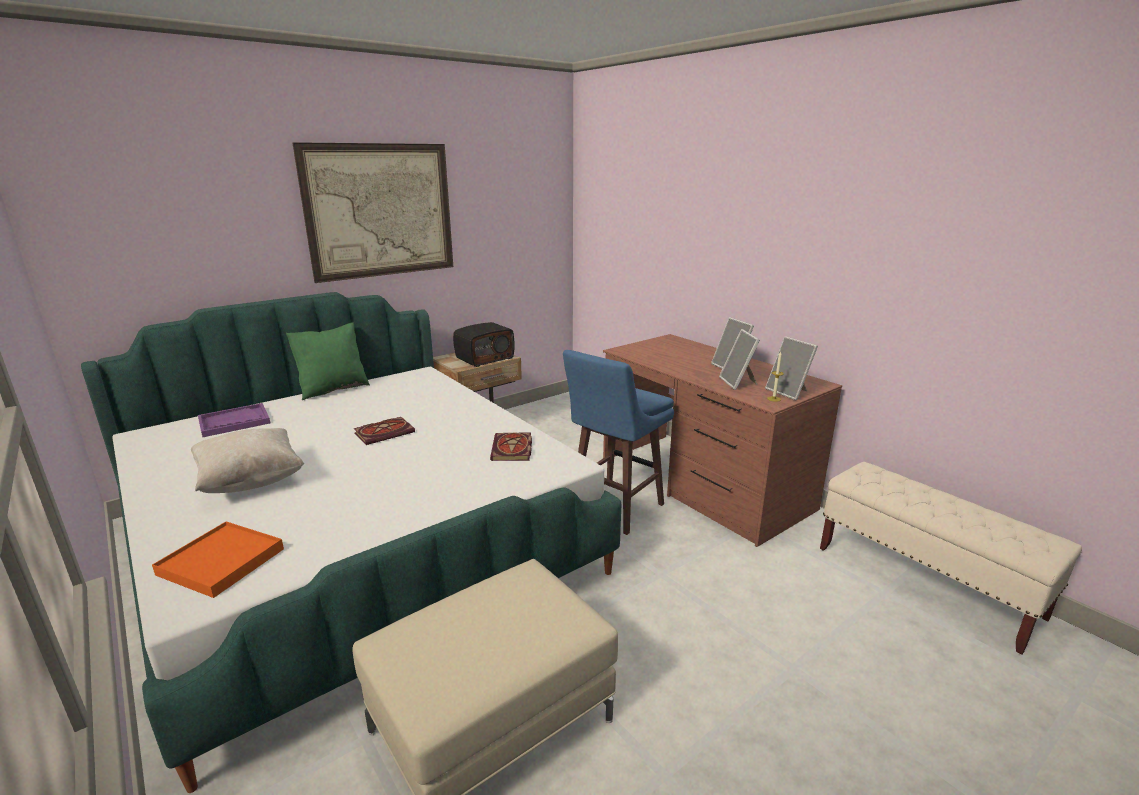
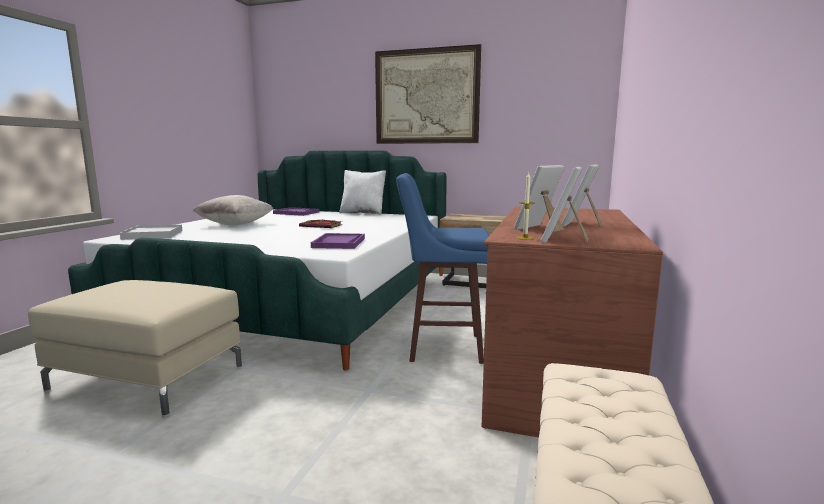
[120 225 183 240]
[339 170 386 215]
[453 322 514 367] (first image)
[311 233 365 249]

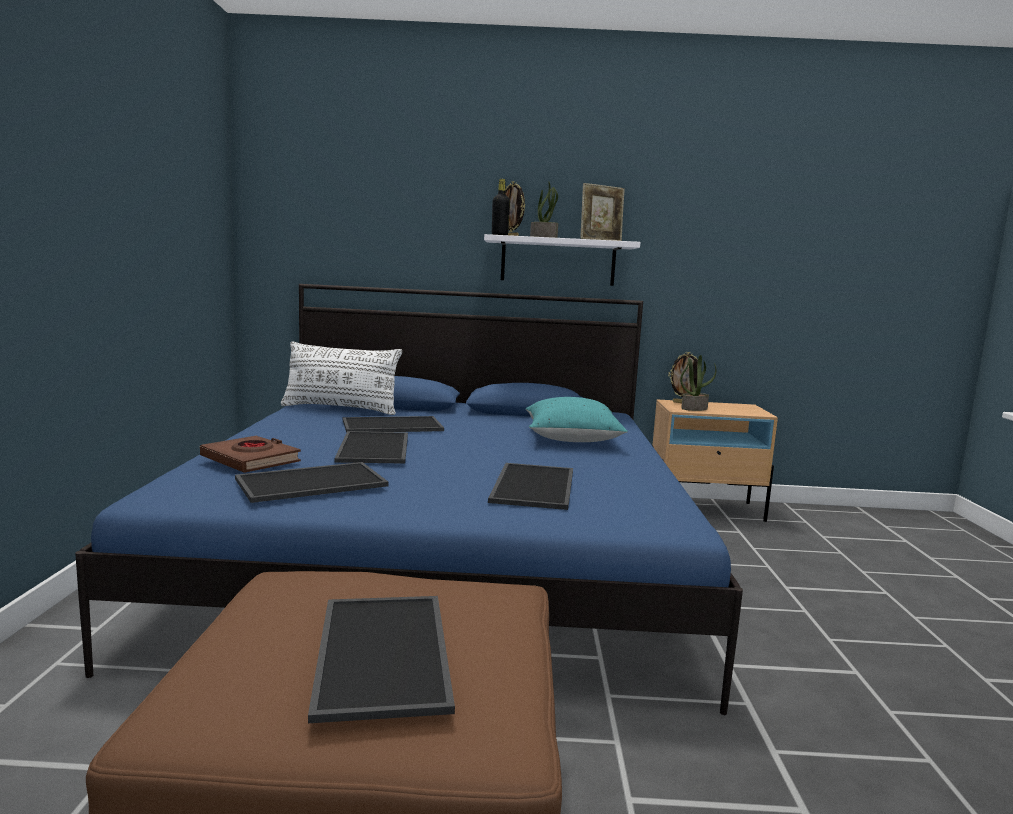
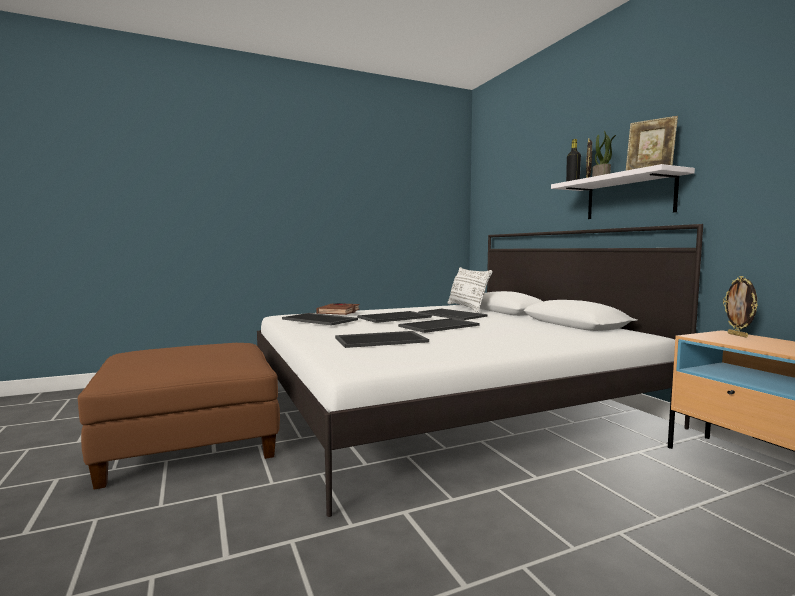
[257 224 703 517]
[398 318 480 333]
[526 397 628 442] (first image)
[680 355 717 411] (first image)

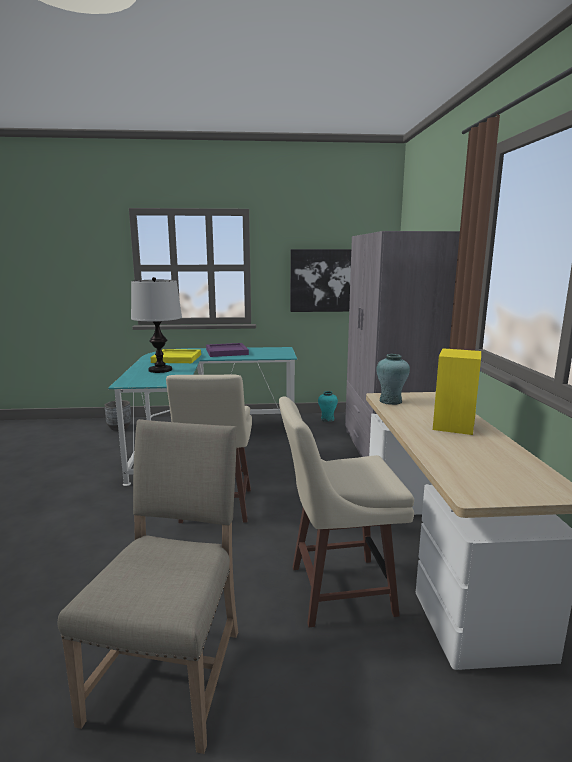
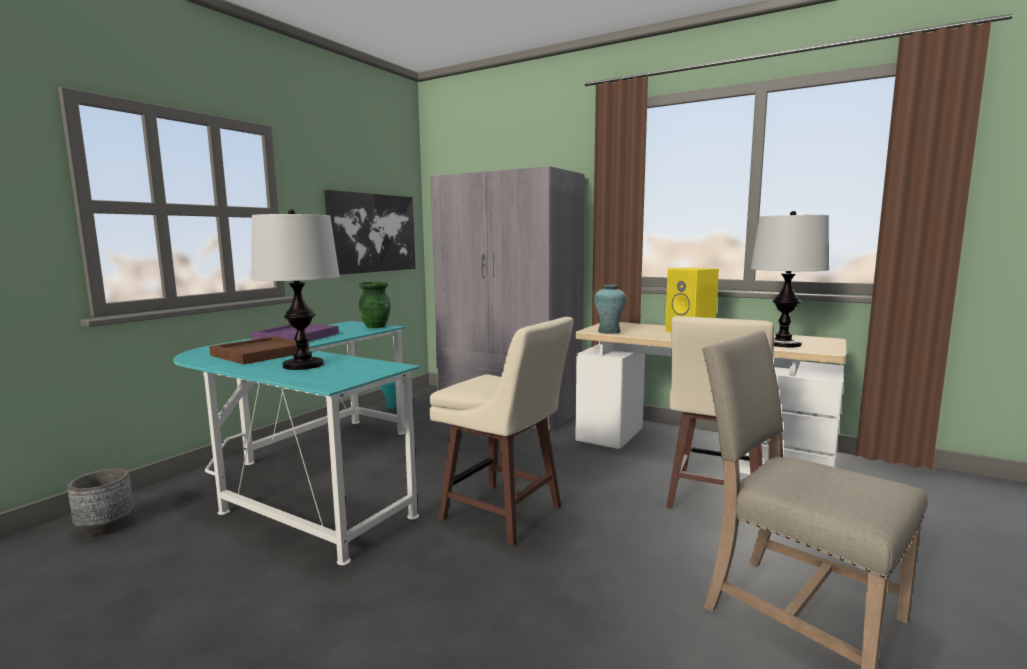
[209 336 309 365]
[359 282 390 328]
[751 211 829 347]

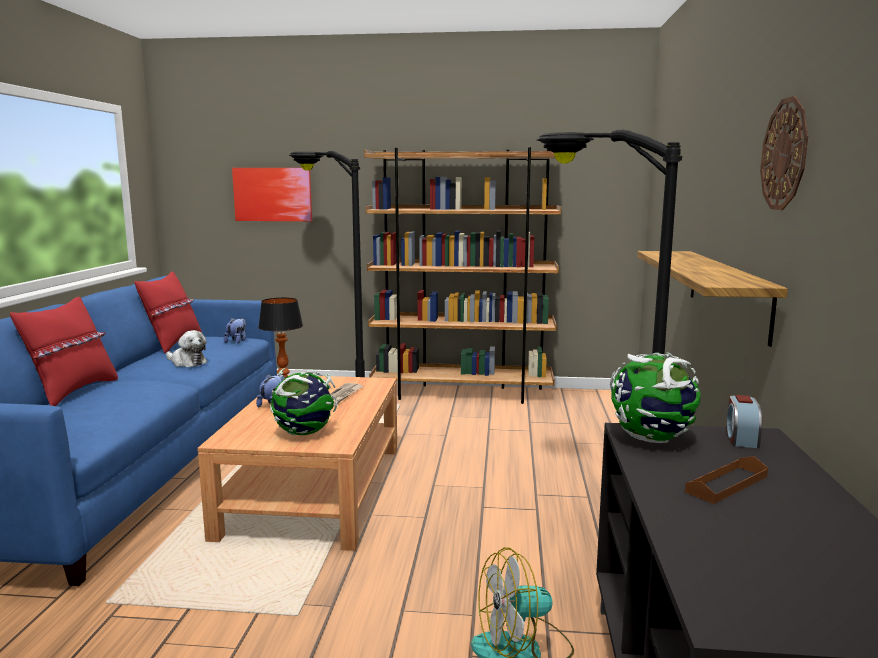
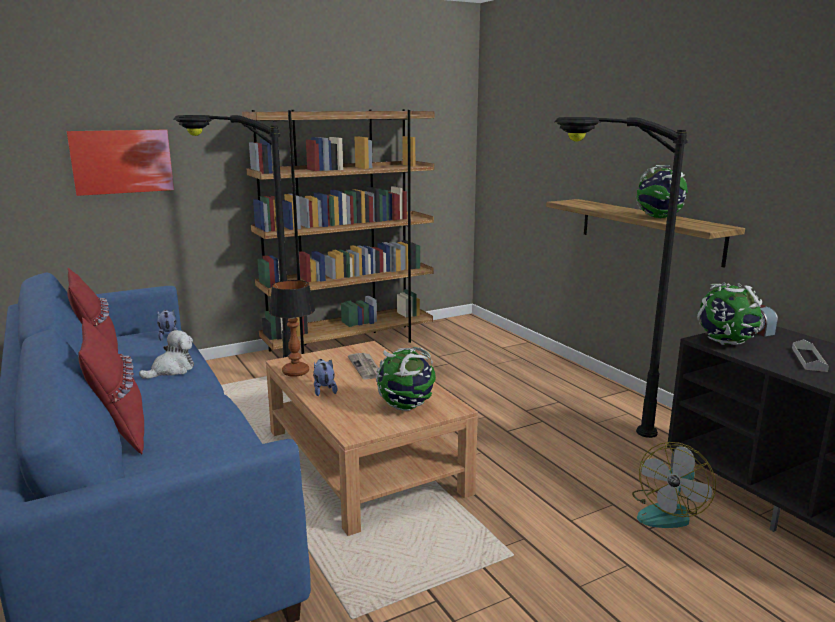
[139 330 194 379]
[792 339 829 372]
[760 96 808 210] (first image)
[635 165 688 218]

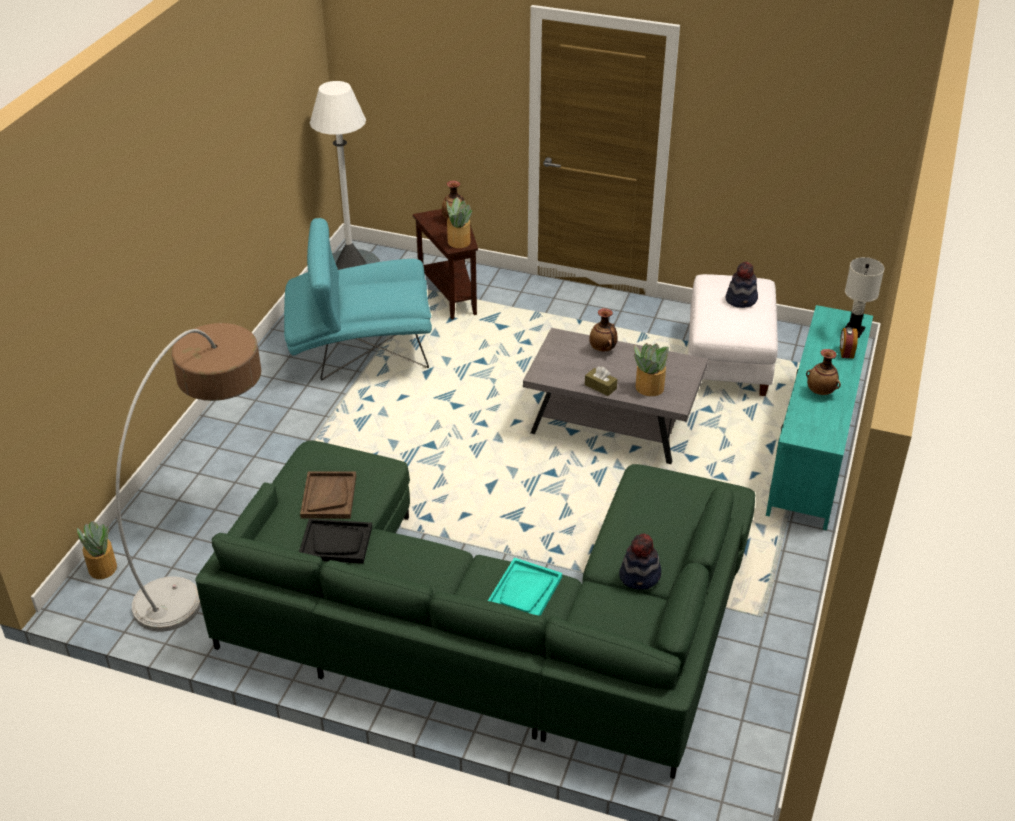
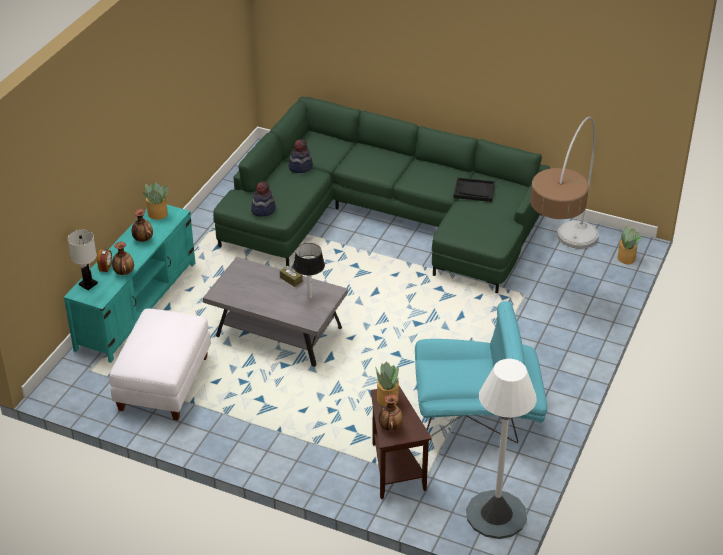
[300 471 356 519] (first image)
[488 558 562 616] (first image)
[112 242 134 275]
[142 182 168 220]
[251 181 276 217]
[293 243 325 299]

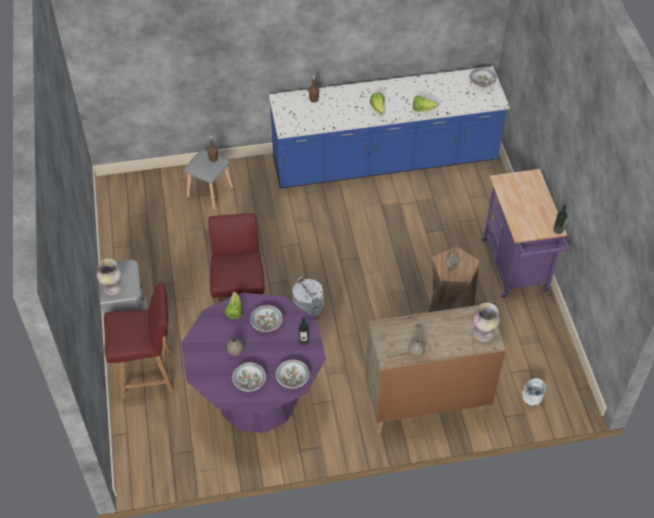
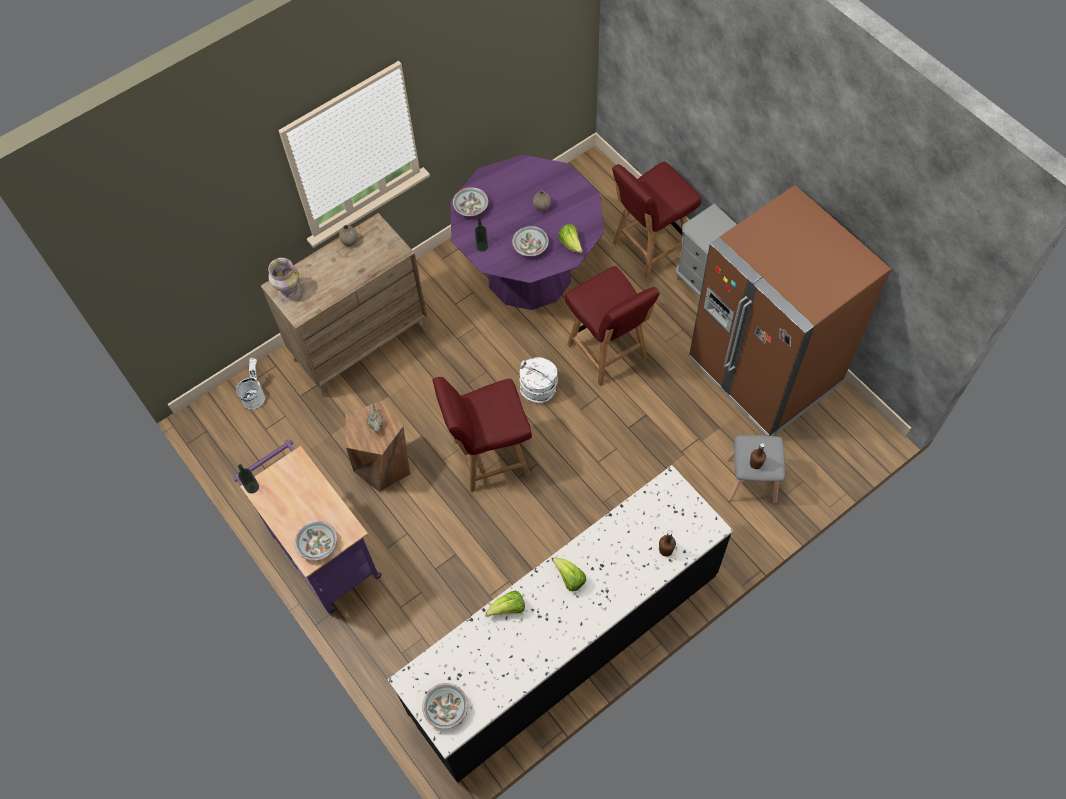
[97 259 122 295] (first image)
[295 521 337 561]
[387 465 733 783]
[432 377 532 492]
[689 185 891 436]

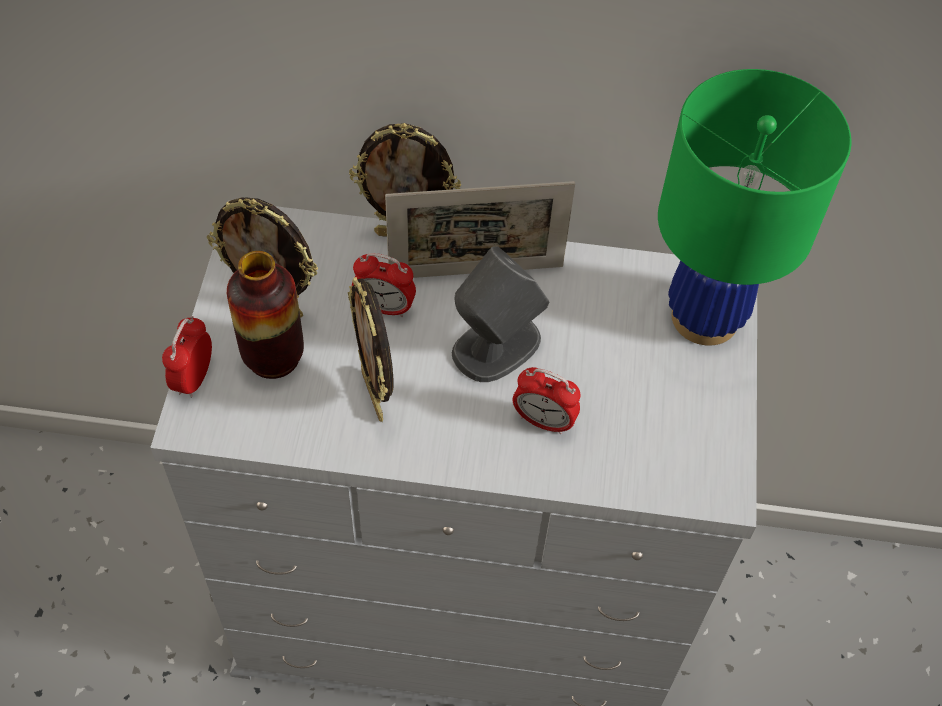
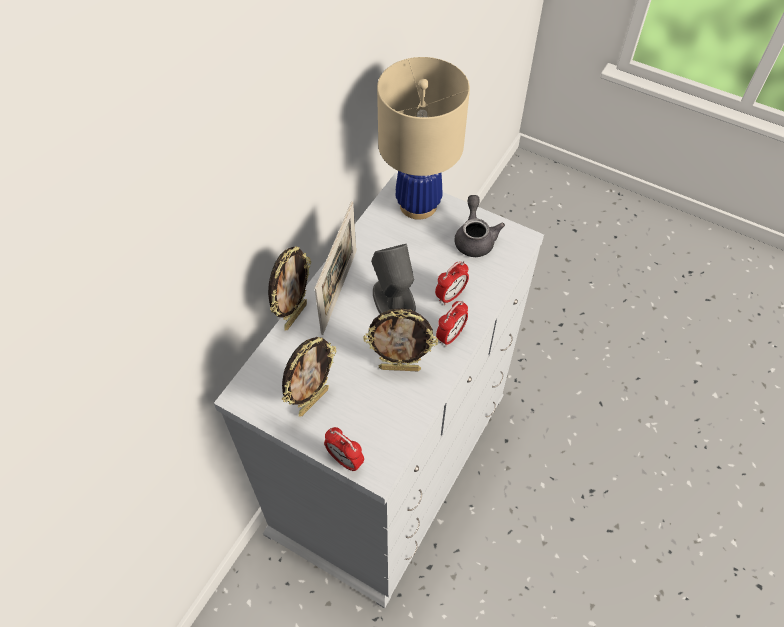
[227 251 304 379] (first image)
[436 301 468 347]
[377 57 470 220]
[454 195 505 257]

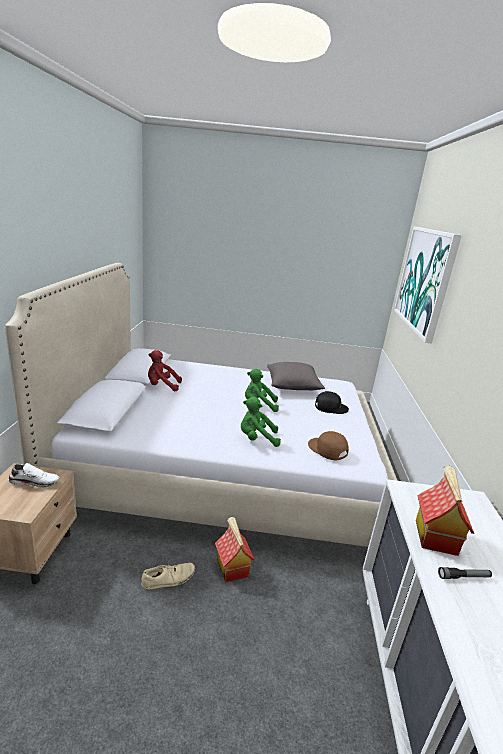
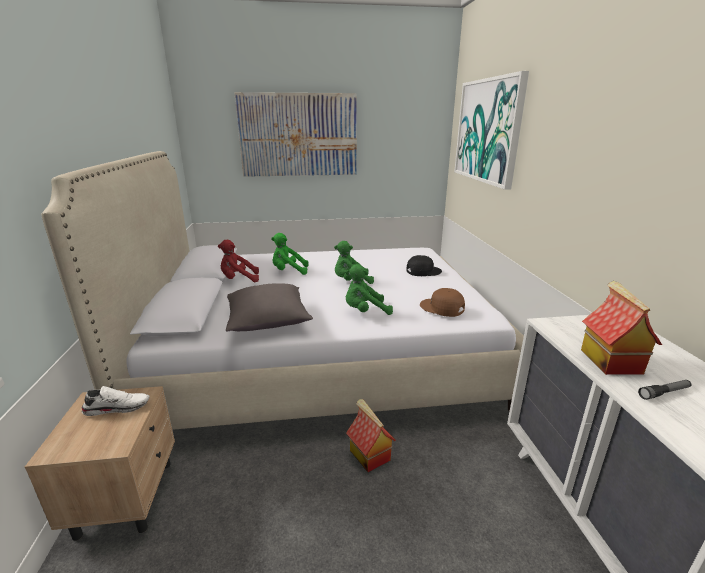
[141 563 195 589] (first image)
[226 284 313 331]
[234 92 357 177]
[271 233 309 275]

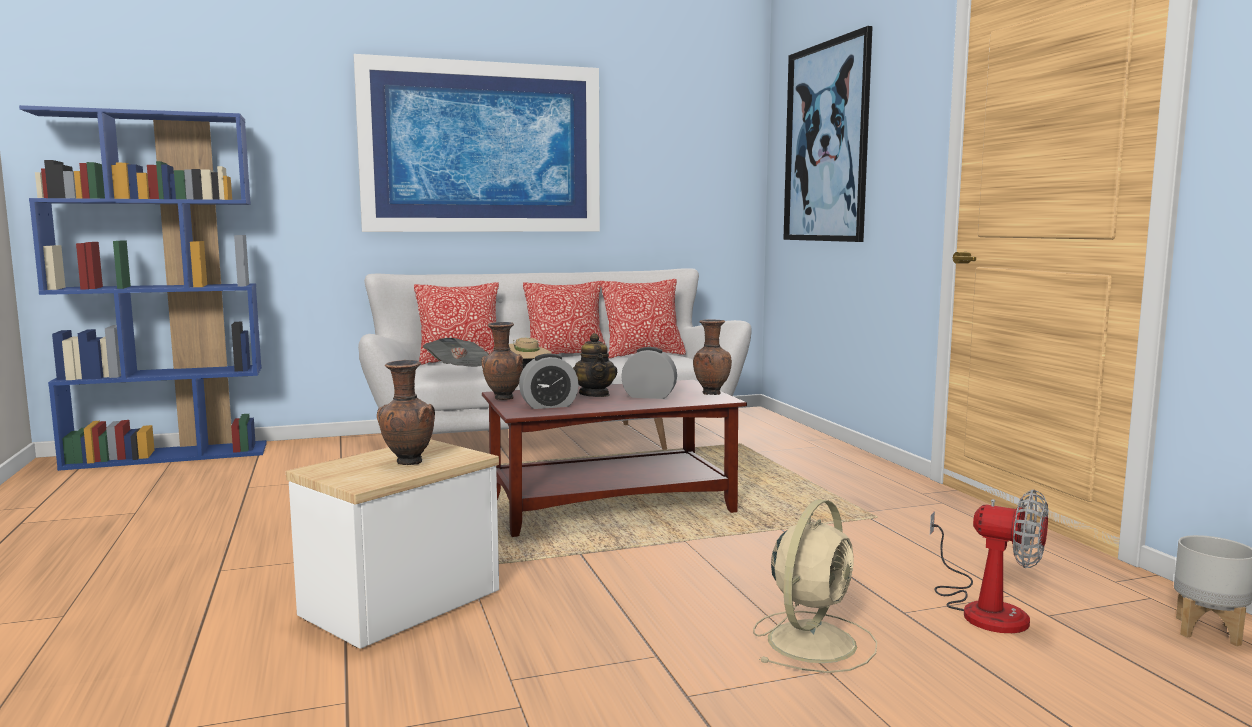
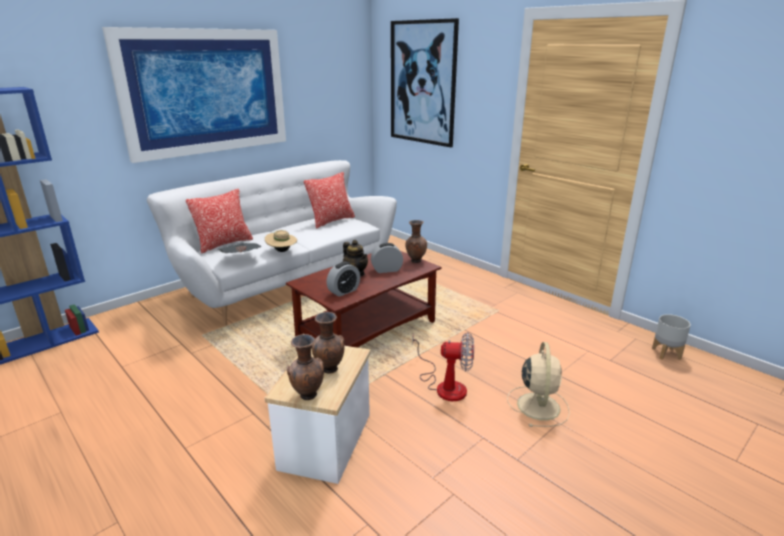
[287 334 324 400]
[523 281 608 354] (first image)
[412 332 474 401]

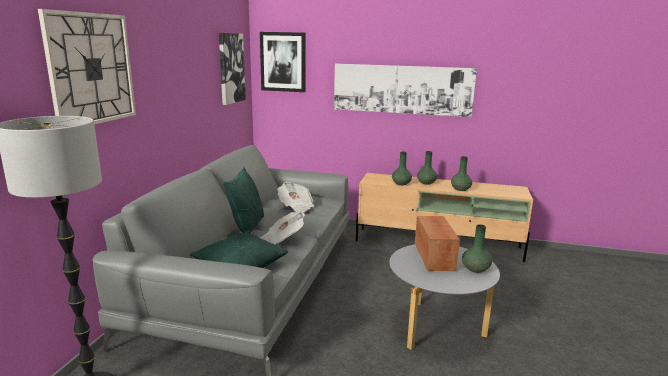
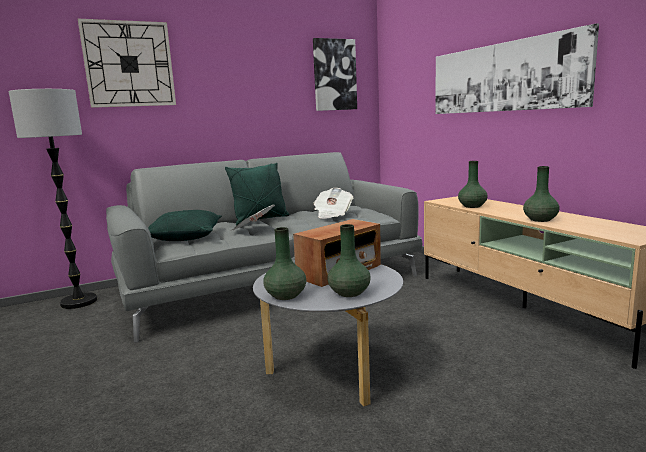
[260 32 306 92] (first image)
[263 227 306 300]

